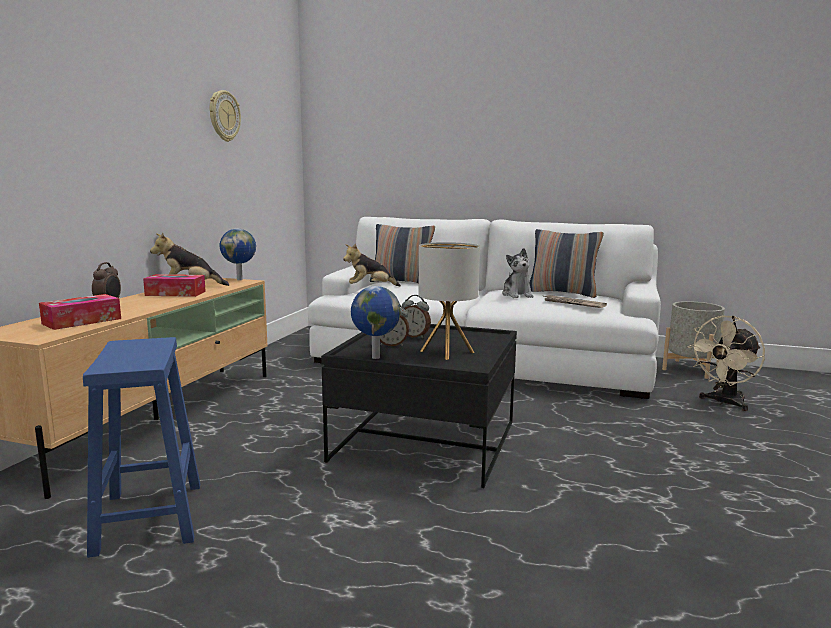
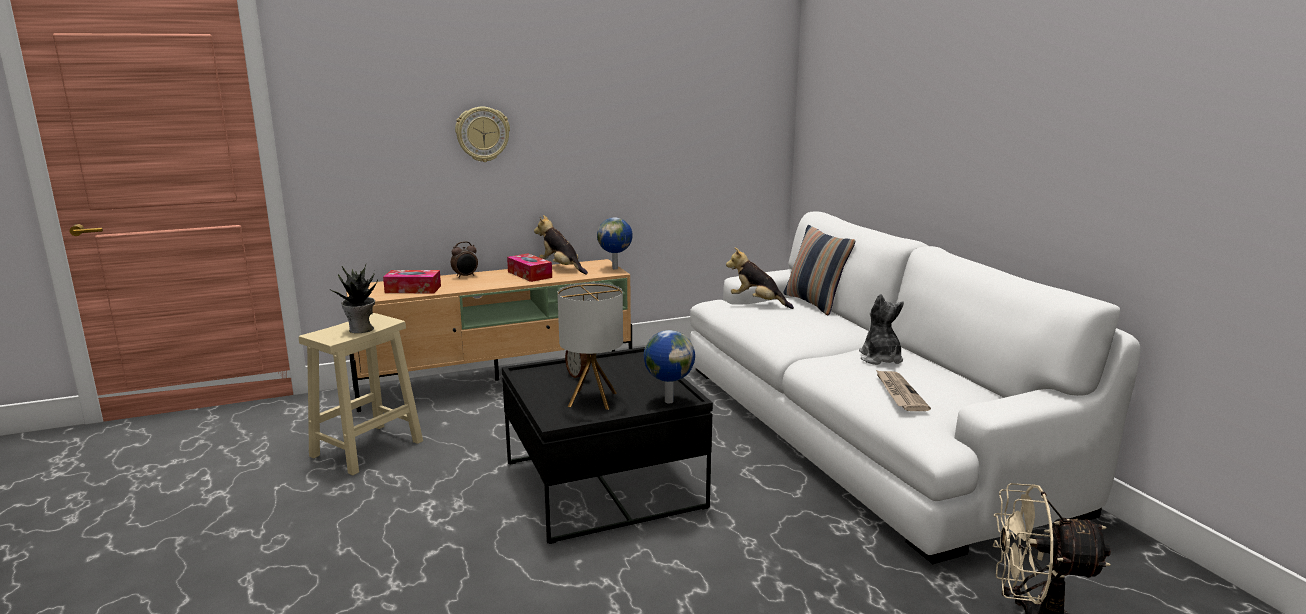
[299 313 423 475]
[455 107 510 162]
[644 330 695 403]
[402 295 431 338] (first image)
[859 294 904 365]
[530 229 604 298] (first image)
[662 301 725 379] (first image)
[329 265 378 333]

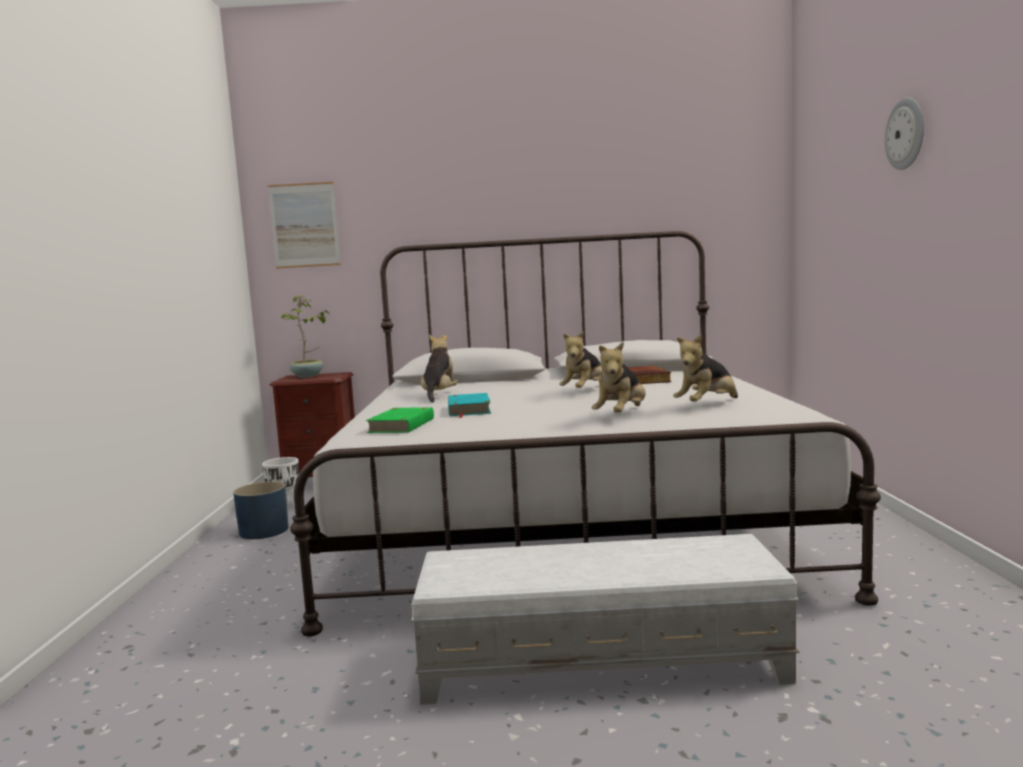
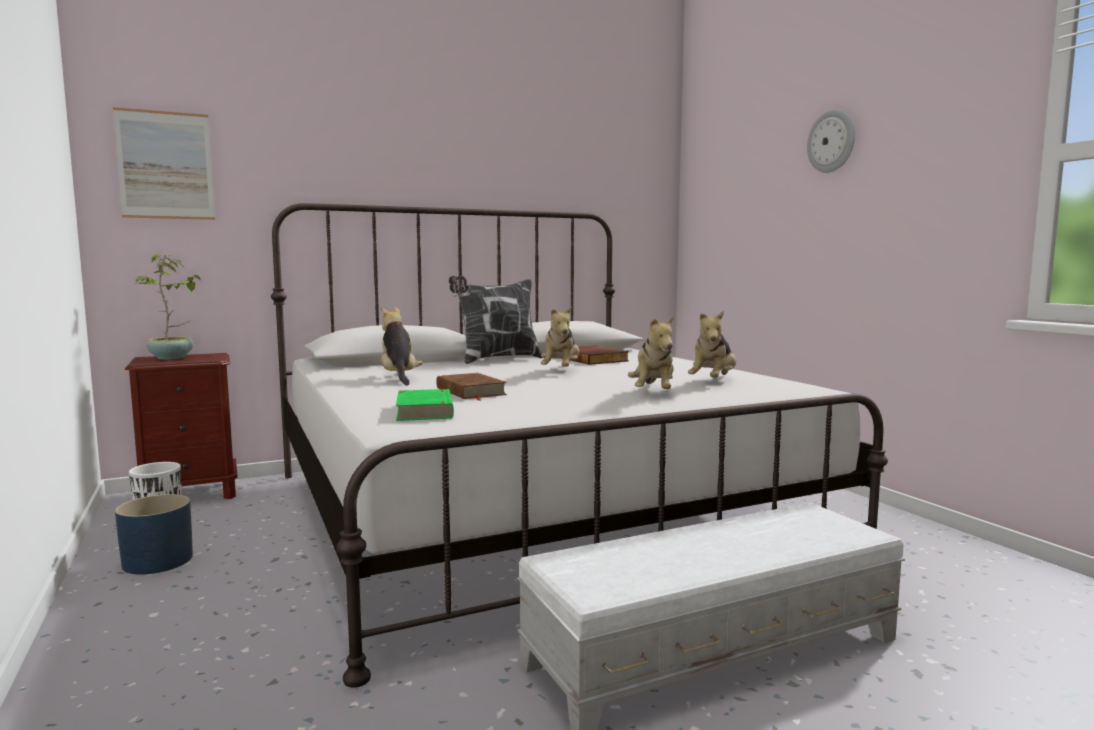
[436 373 507 401]
[449 276 542 364]

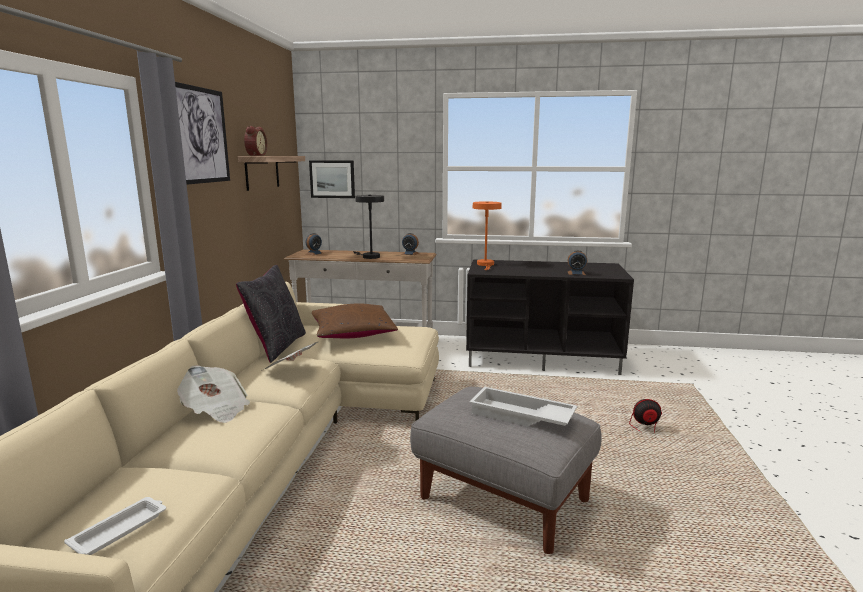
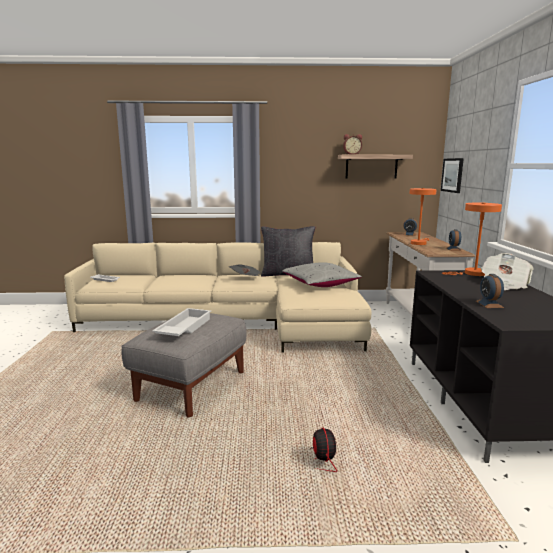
[175 82 230 185] (first image)
[481 253 534 290]
[282 262 362 287]
[409 188 437 245]

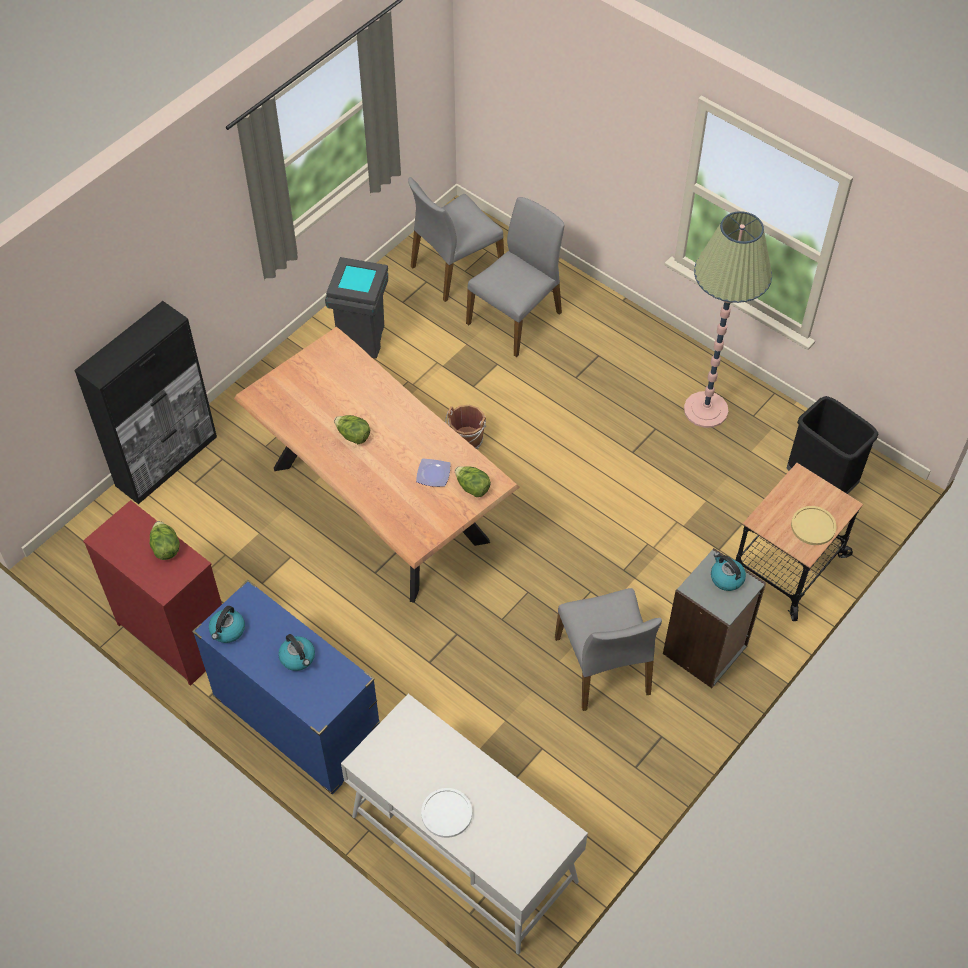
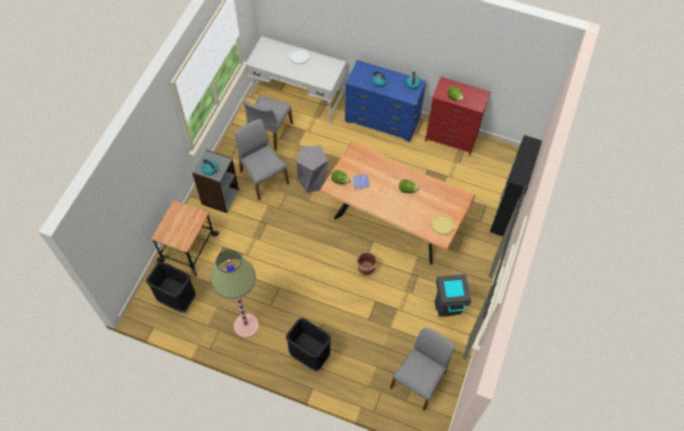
[243 95 293 151]
[432 214 454 235]
[286 318 331 371]
[297 146 328 193]

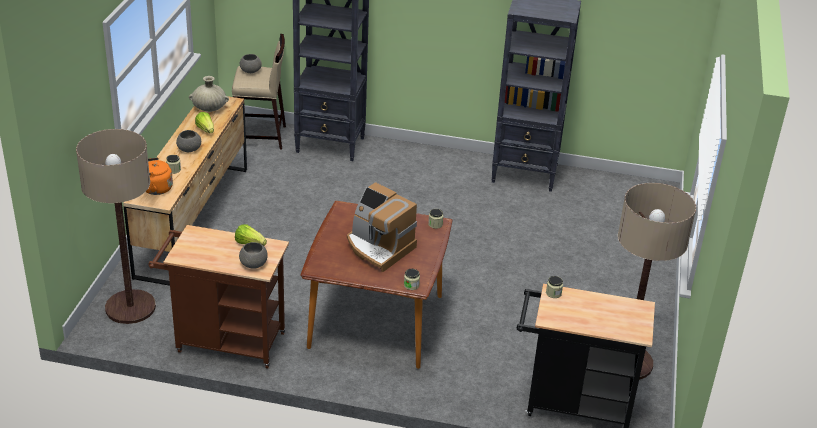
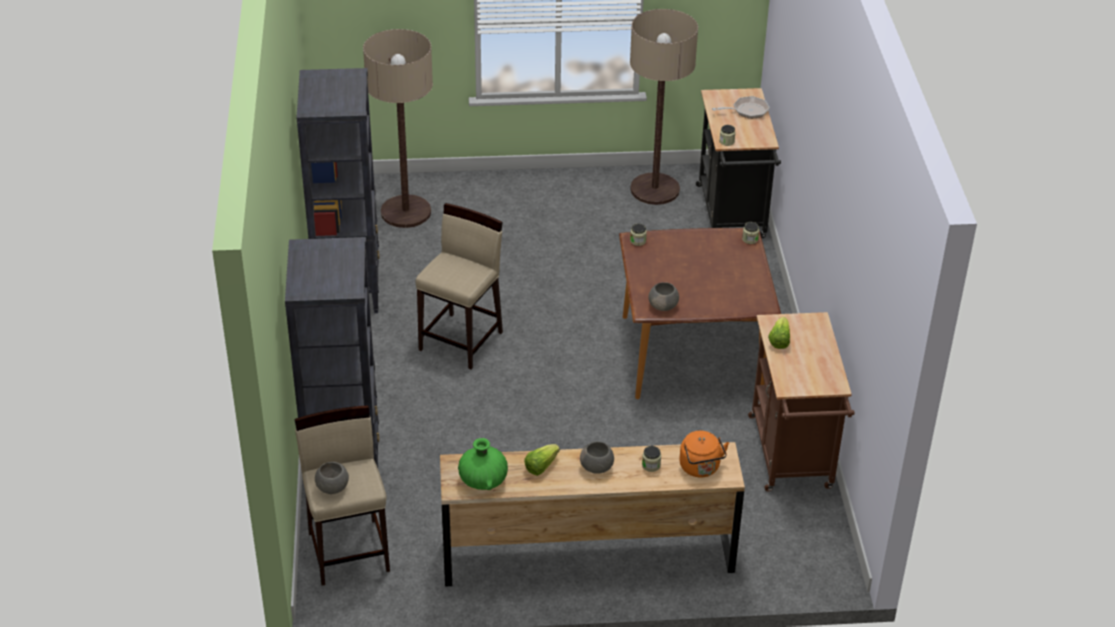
[363 29 433 228]
[458 438 508 490]
[648 282 679 311]
[347 182 417 272] (first image)
[416 203 503 370]
[712 96 770 119]

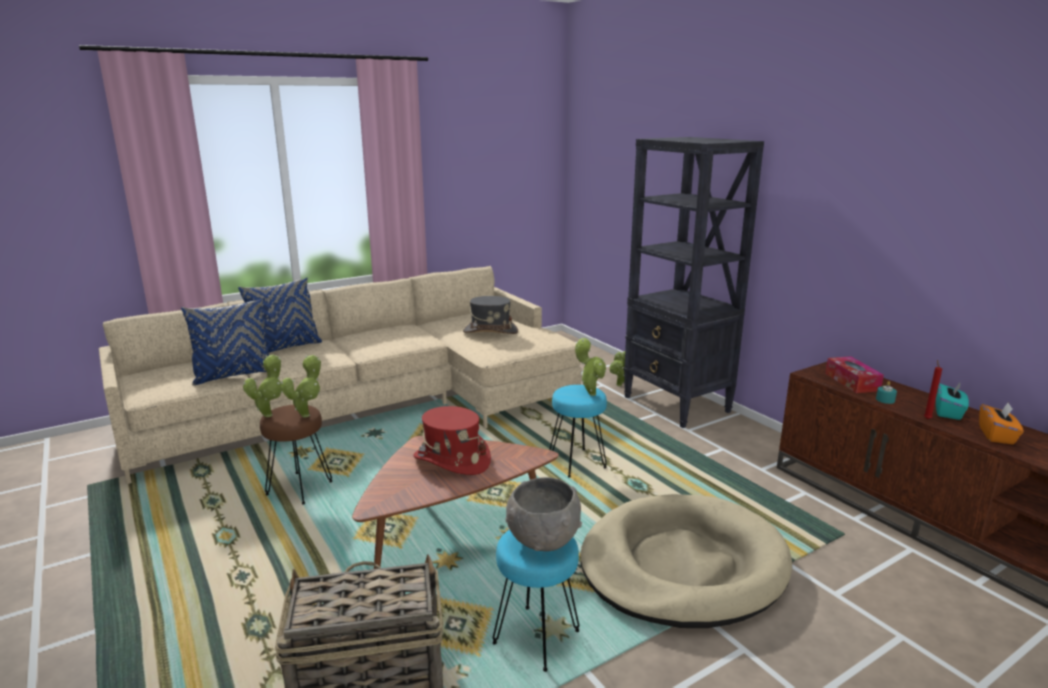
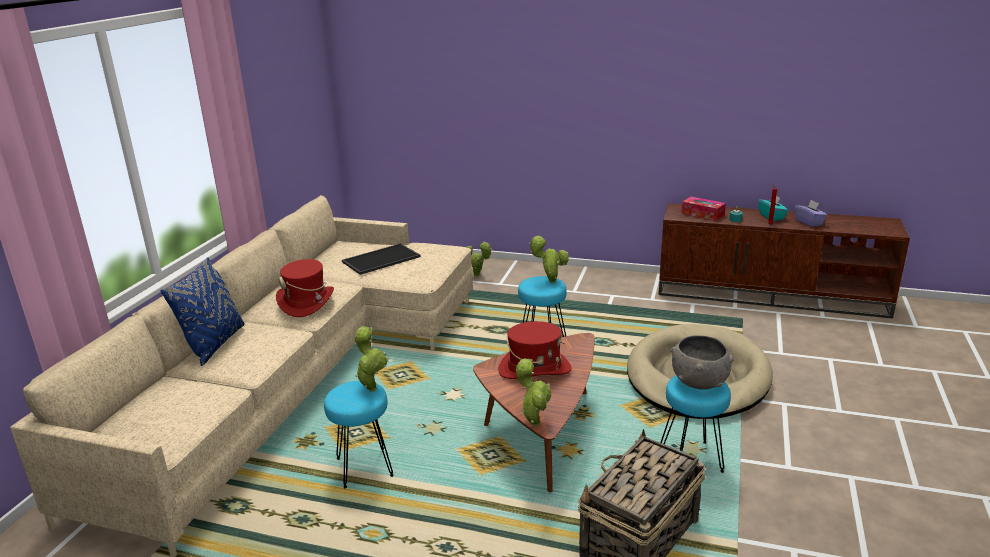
[181 299 269 385] (first image)
[516 358 552 426]
[324 381 394 488]
[342 243 421 275]
[624 137 764 428] (first image)
[794 200 828 227]
[276 259 334 317]

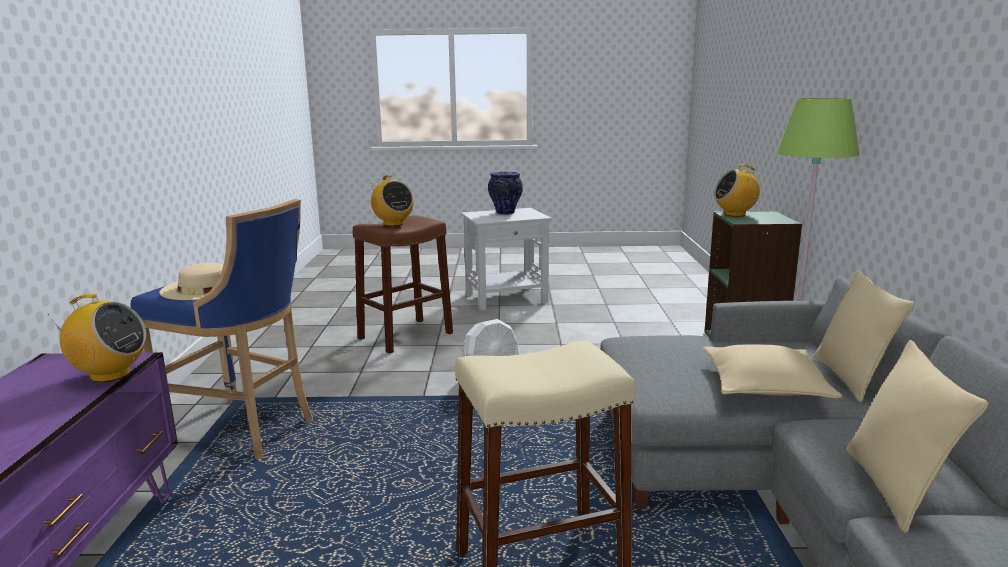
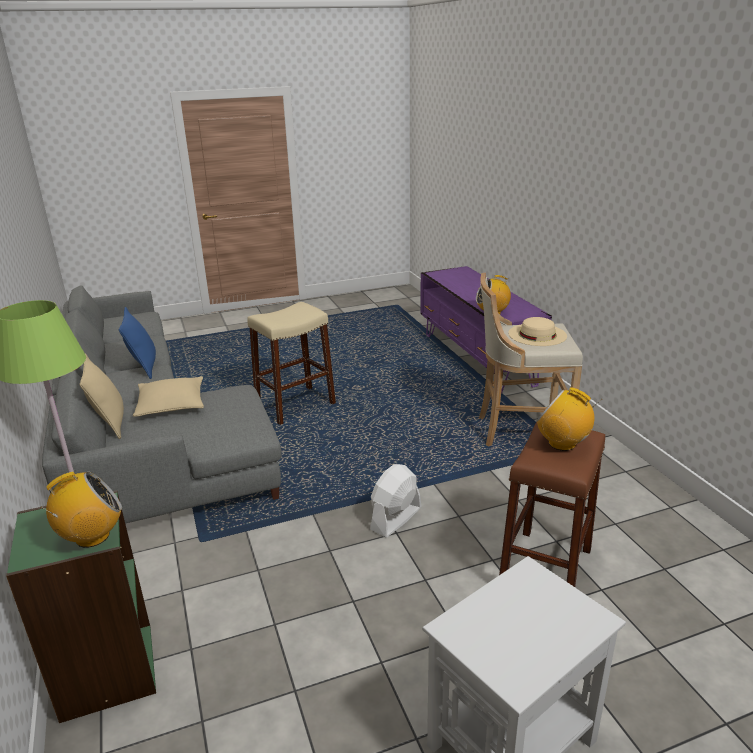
[479 273 583 447]
[488 172 523 215] (first image)
[119 307 156 379]

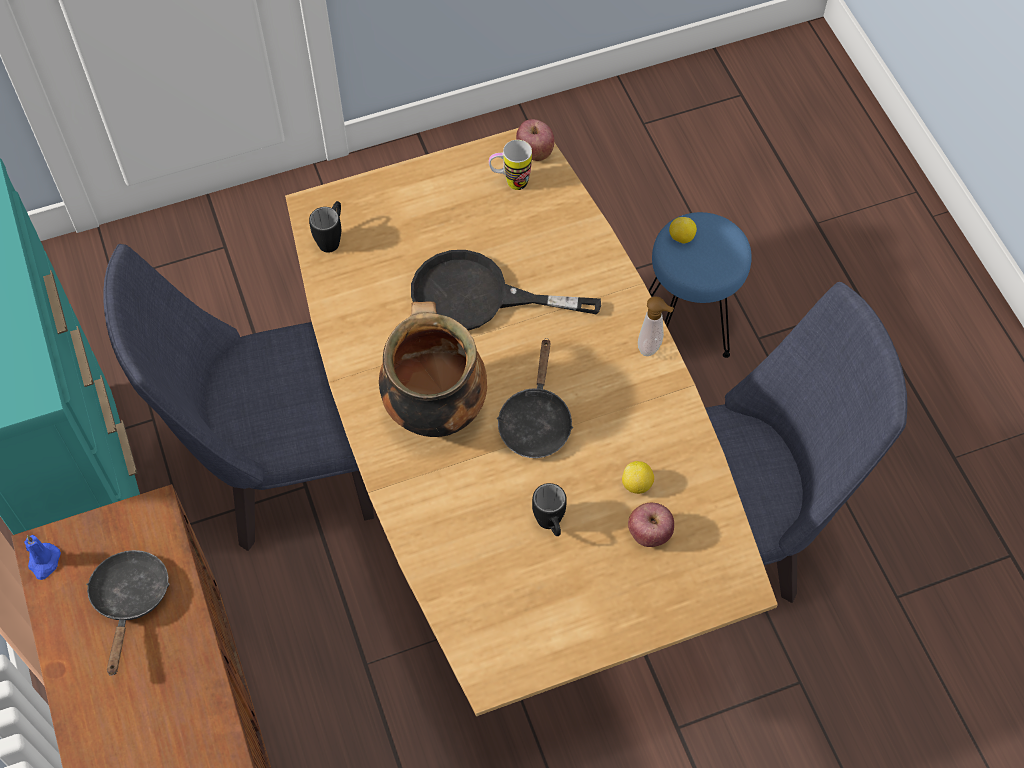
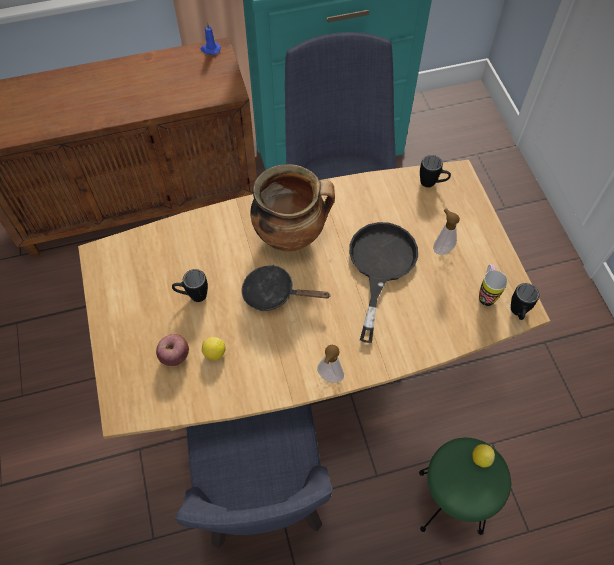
[86 550 170 676] (first image)
[511 283 539 320]
[419 438 511 535]
[433 208 460 255]

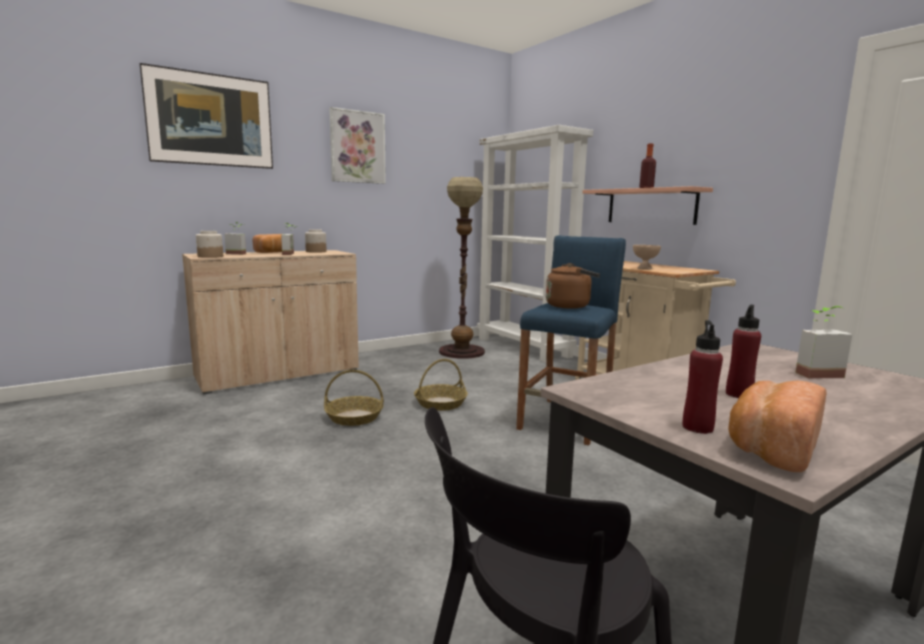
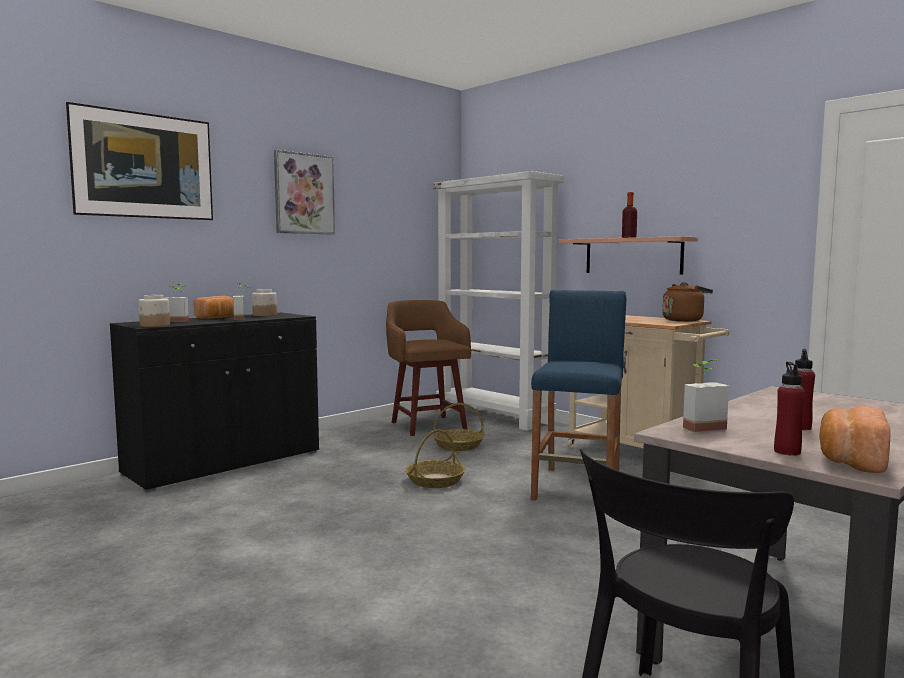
[110 313 319 492]
[433 403 484 451]
[386 300 471 436]
[662 282 713 322]
[633 245 661 270] (first image)
[683 359 729 432]

